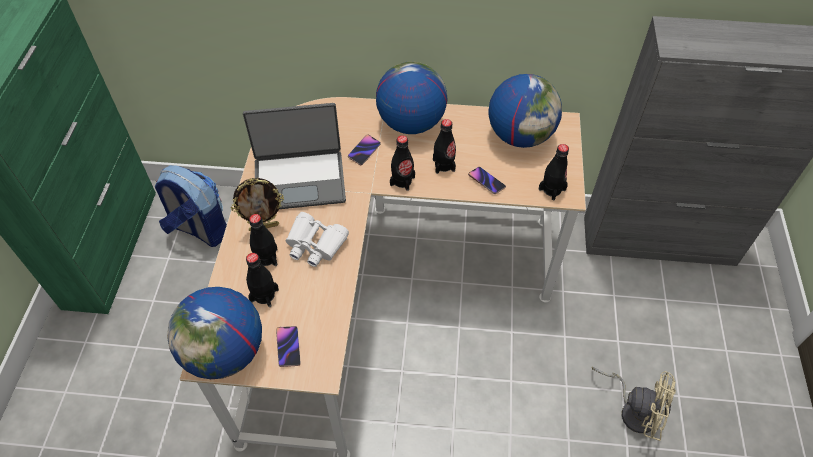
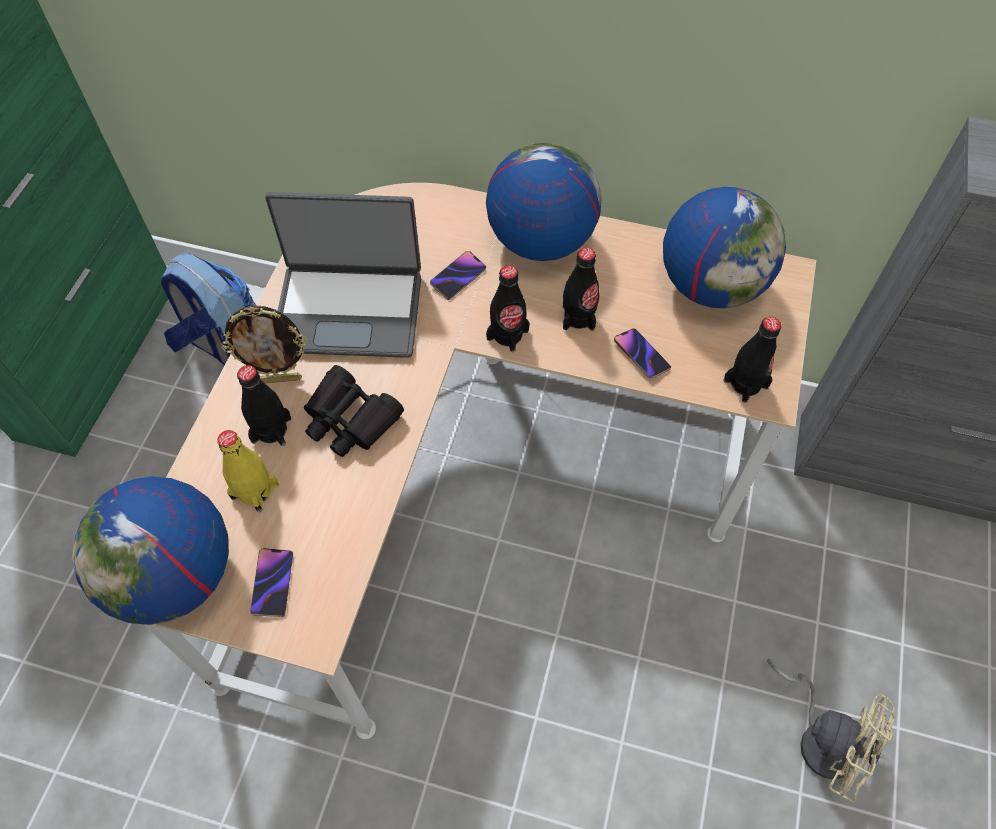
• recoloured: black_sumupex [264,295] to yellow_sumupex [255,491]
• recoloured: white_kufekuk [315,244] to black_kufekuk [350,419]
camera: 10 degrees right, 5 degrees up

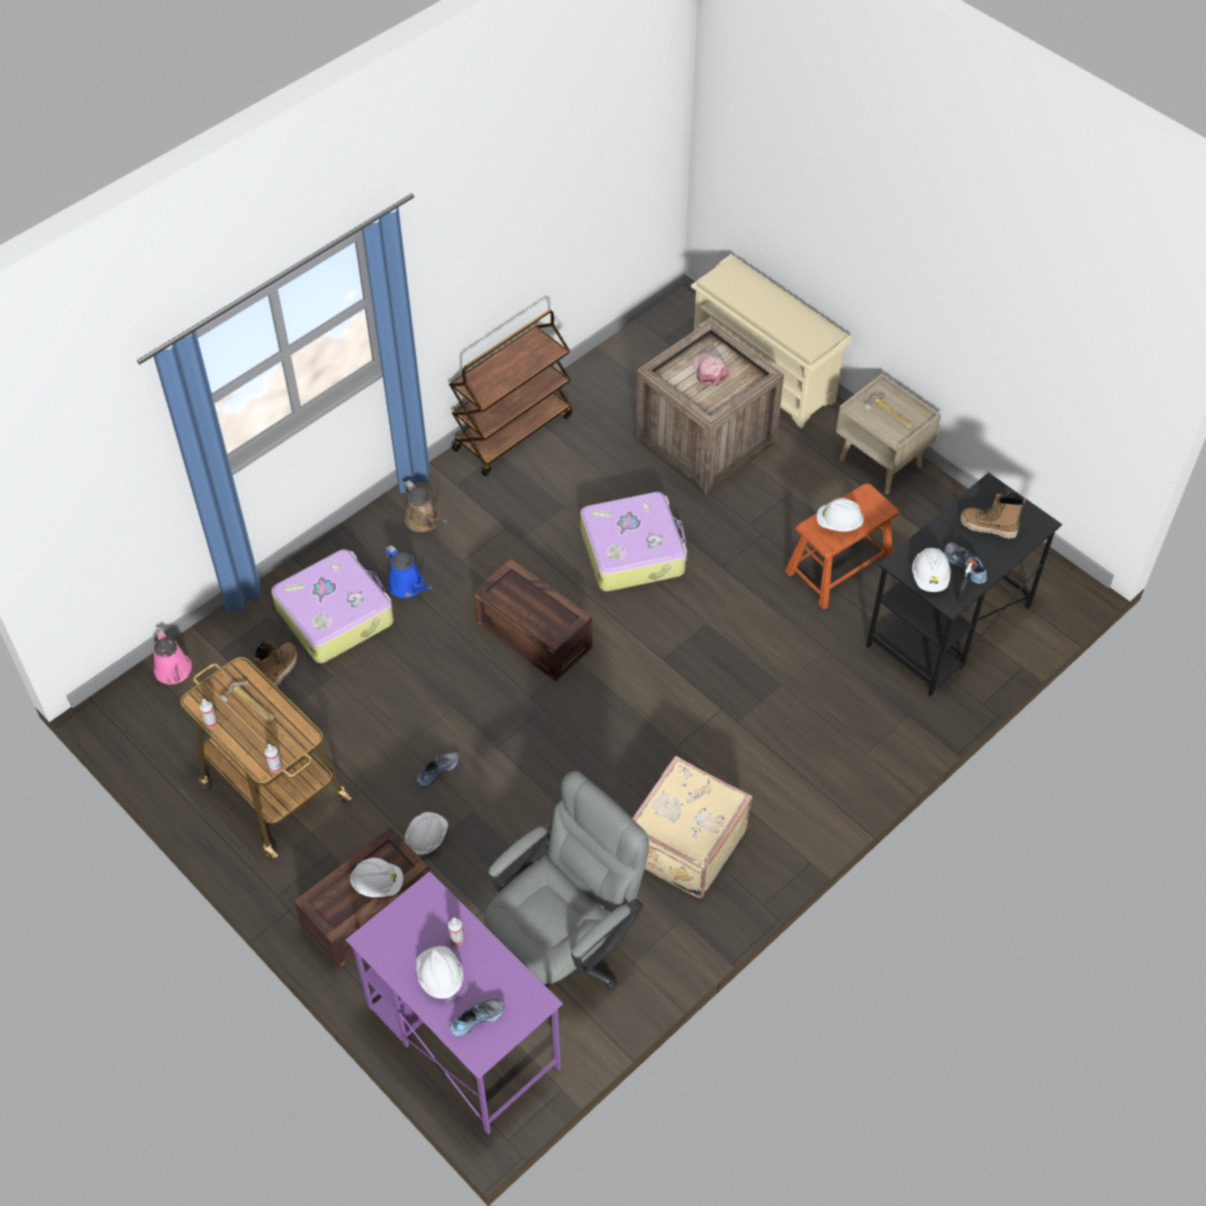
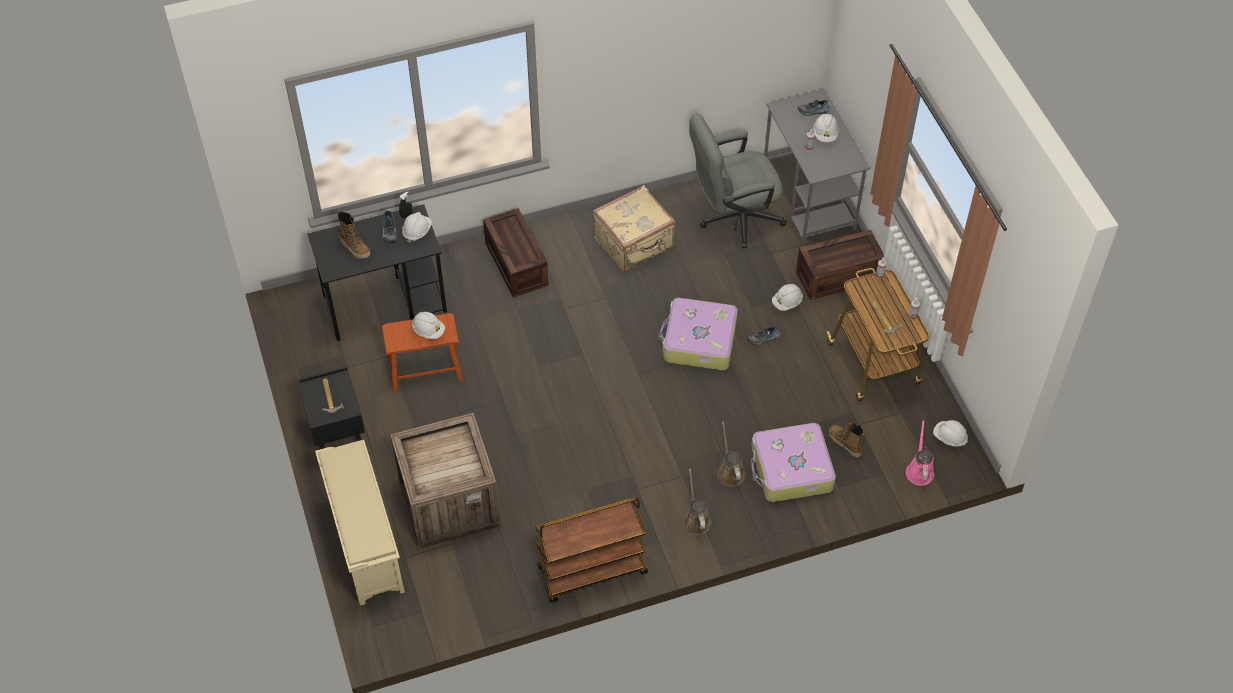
• removed: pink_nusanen [709,371]
• moved: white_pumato [377,884] to [949,438]
• moved: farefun [536,635] to [515,264]
• moved: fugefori [633,550] to [698,341]
• recoloured: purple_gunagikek [462,1036] to grey_gunagikek [809,199]
• recoloured: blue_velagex [408,586] to brown_velagex [730,471]
• recoloured: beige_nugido [881,463] to black_nugido [336,432]
• turned: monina [279,670] = [844,443] 90 degrees clockwise
camera: 155 degrees left, 0 degrees up

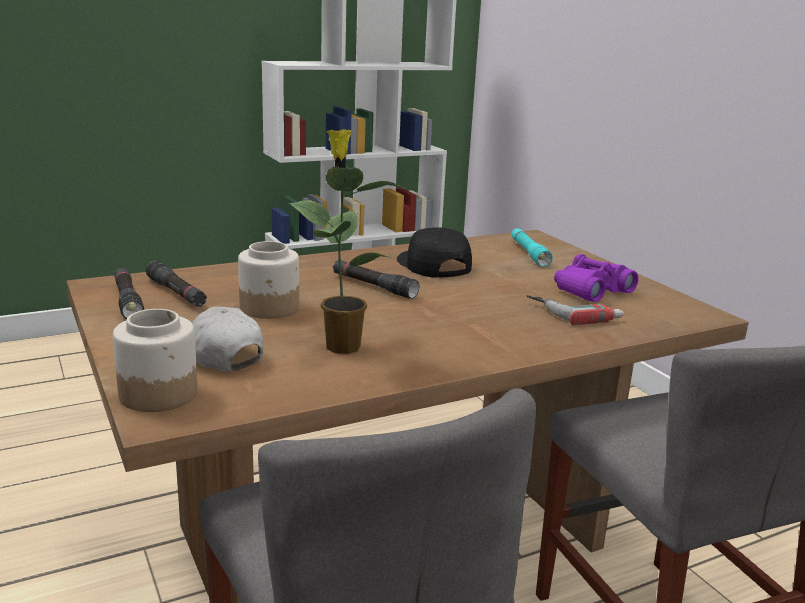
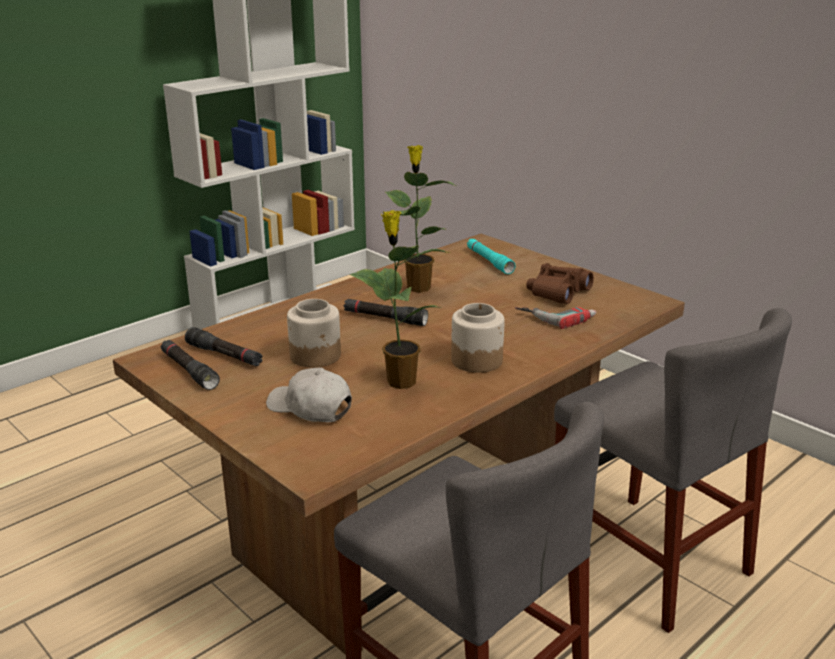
• moved: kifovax [159,394] to [476,360]
• replaced: black_nusanen [432,264] to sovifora [418,287]
• recoloured: purple_kufekuk [591,290] to brown_kufekuk [558,292]
camera: 15 degrees left, 5 degrees up

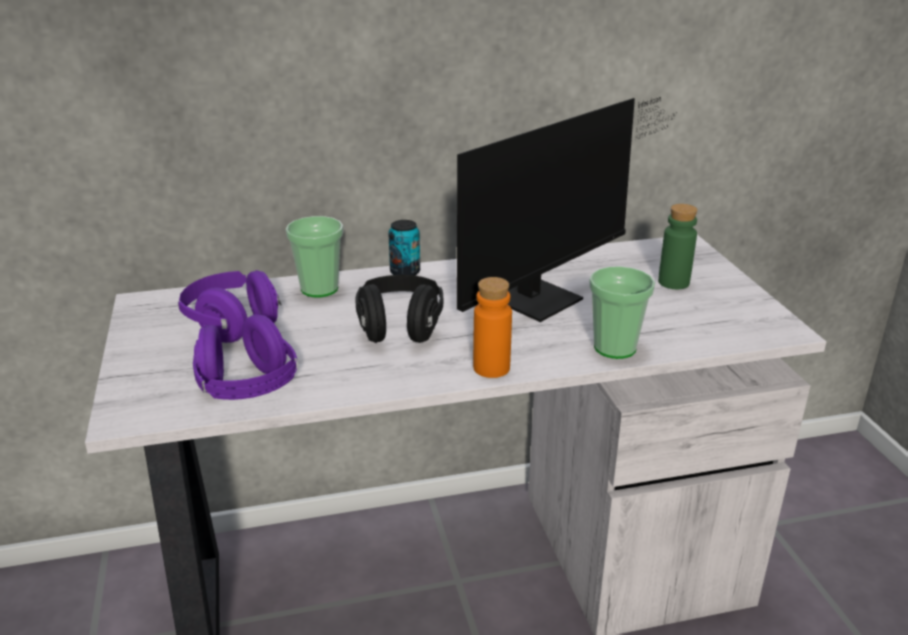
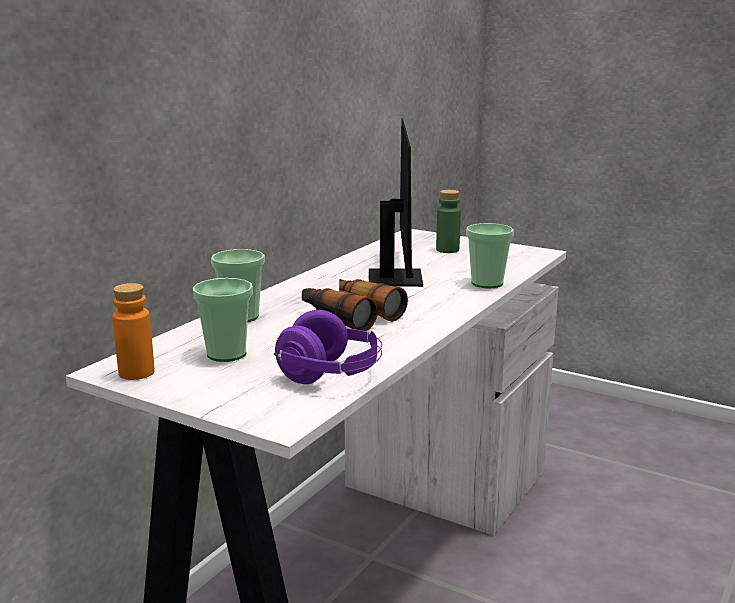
• removed: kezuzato [405,272]
• moved: orange_sumupex [491,368] to [136,373]
• replaced: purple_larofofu [232,324] to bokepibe [226,354]
• replaced: black_larofofu [400,328] to kufekuk [350,315]
camera: 45 degrees left, 10 degrees down

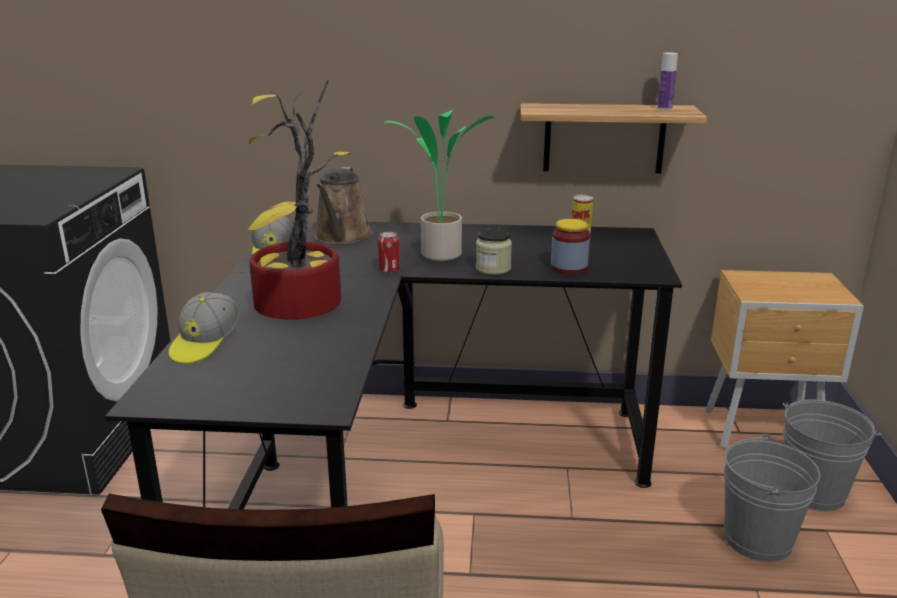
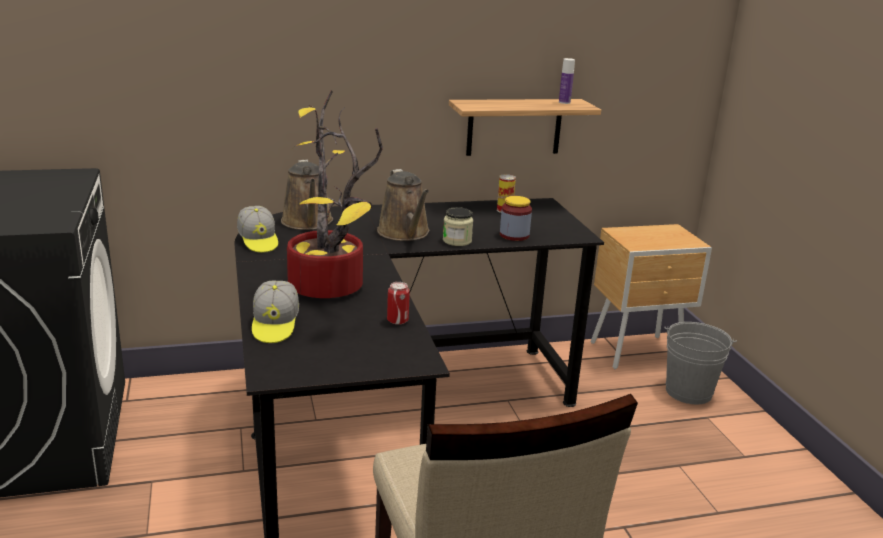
• removed: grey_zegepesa [757,539]
• moved: kezuzato [389,270] to [397,321]
• replaced: sovifora [439,256] to brown_velagex [405,233]
camera: 20 degrees left, 0 degrees up

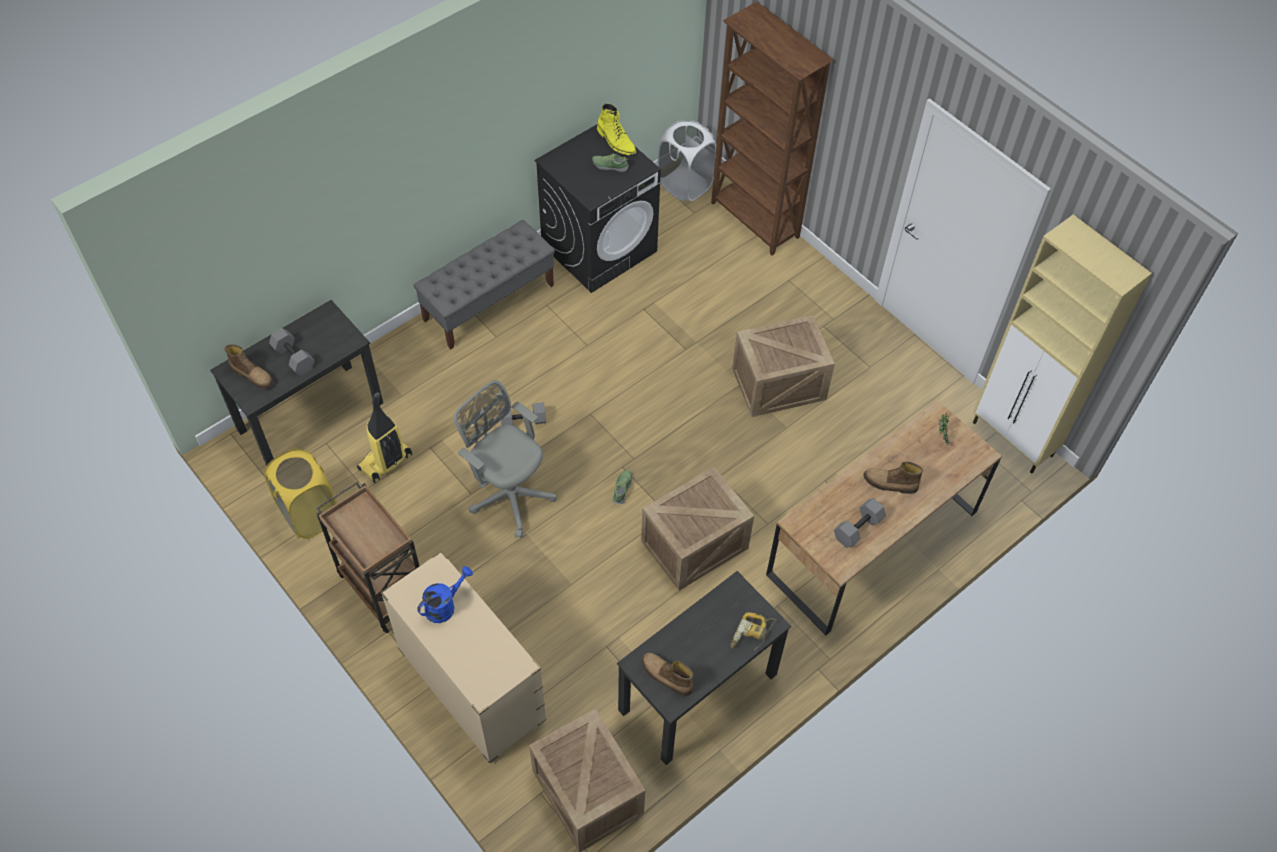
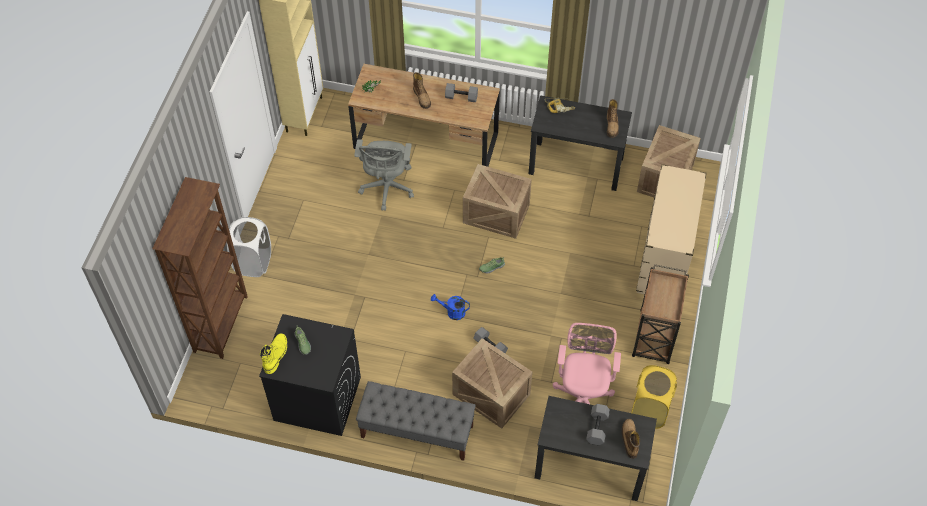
• moved: blue_velagex [444,605] to [452,312]
• moved: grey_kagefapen [508,493] to [387,189]
• moved: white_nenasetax [685,185] to [253,262]
• moved: farefun [779,383] to [490,394]
• replaced: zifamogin [385,462] to pink_kagefapen [582,397]
camera: 125 degrees left, 0 degrees up

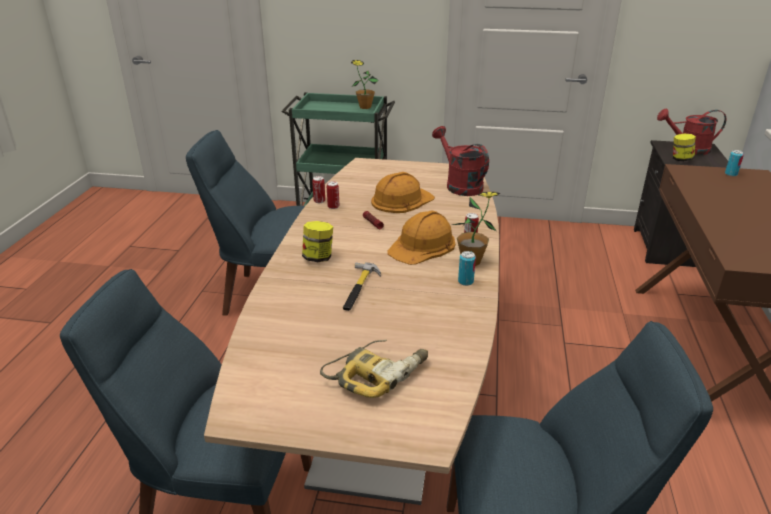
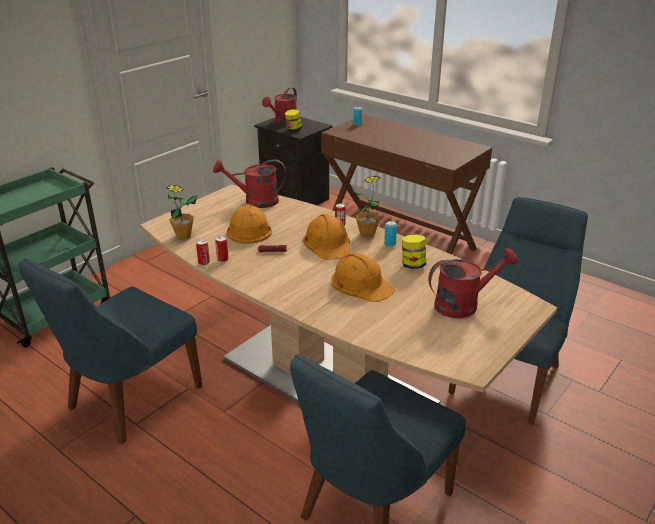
• moved: kifovax [318,258] to [412,265]
• moved: sovifora [365,107] to [183,236]
• replaced: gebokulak [377,373] to red_velagex [463,304]
• replaced: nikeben [359,288] to orange_pumato [361,283]
camera: 60 degrees left, 0 degrees up

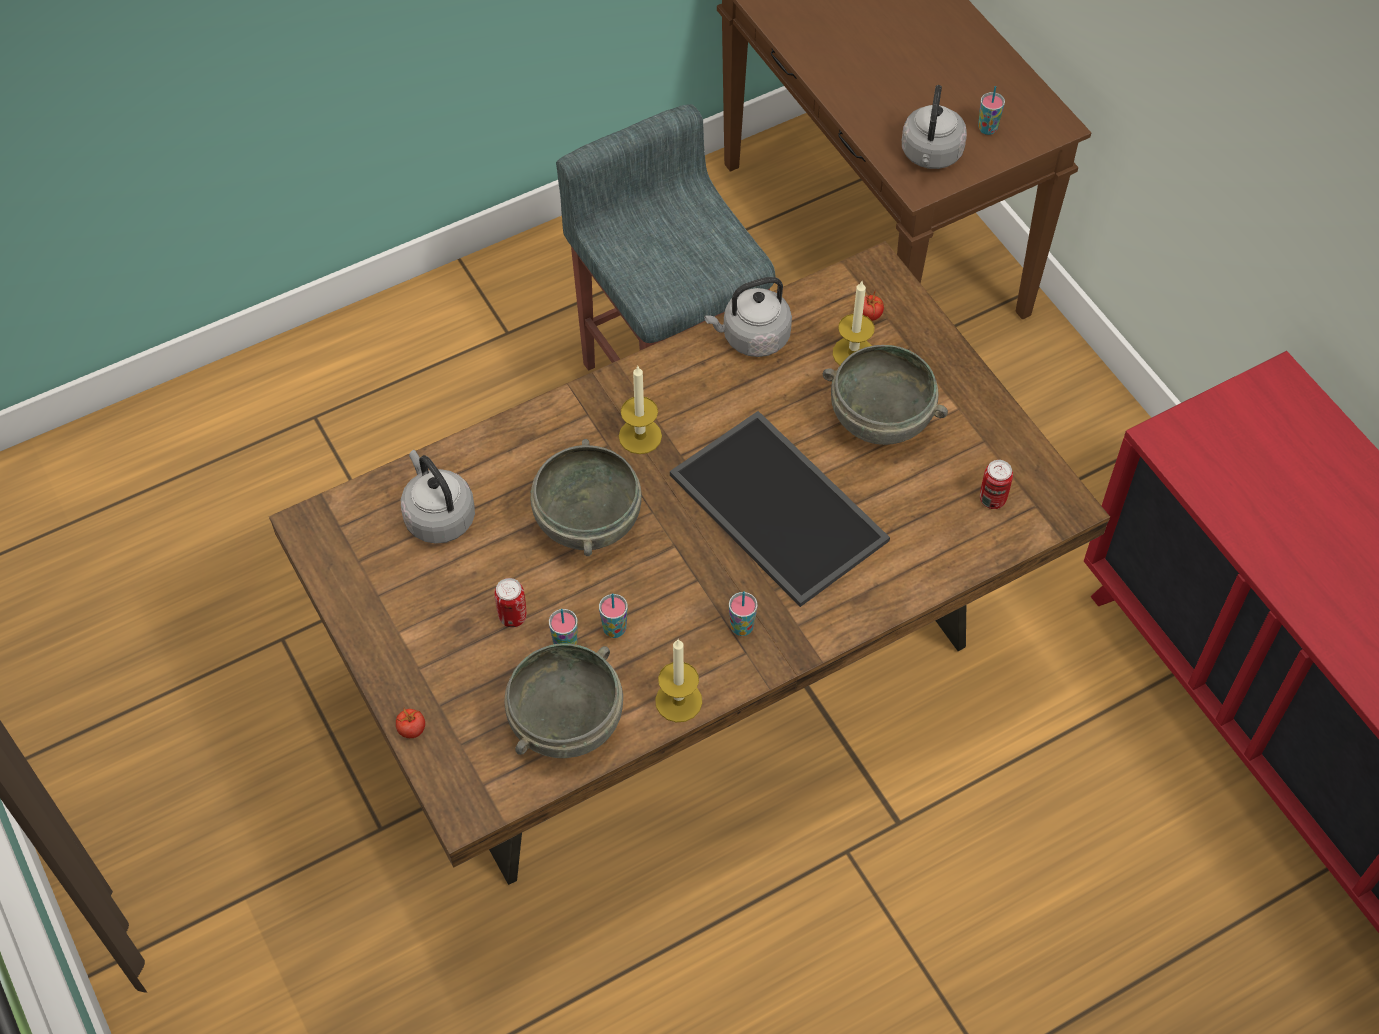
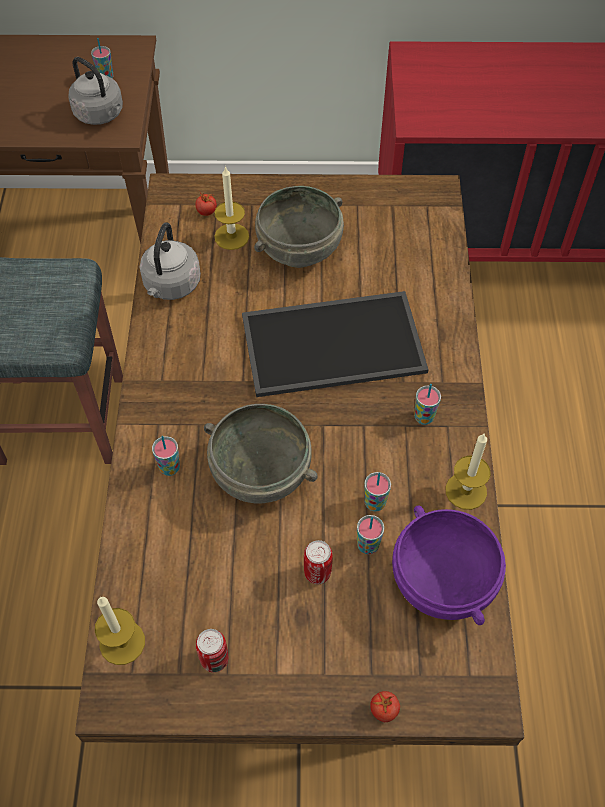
• removed: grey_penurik [438,516]
• added: bokepibe [169,468]
• moved: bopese [640,436] to [122,642]
• moved: kezuzato [992,499] to [214,659]
• recoloured: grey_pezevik [567,723] to purple_pezevik [444,580]
camera: 60 degrees left, 0 degrees up

